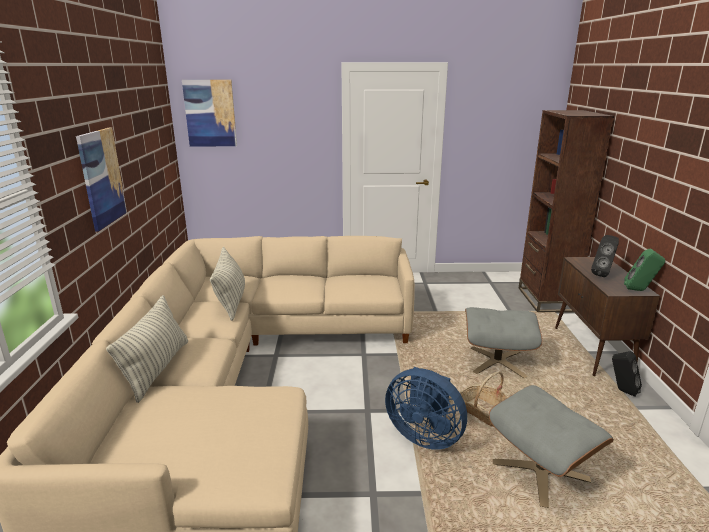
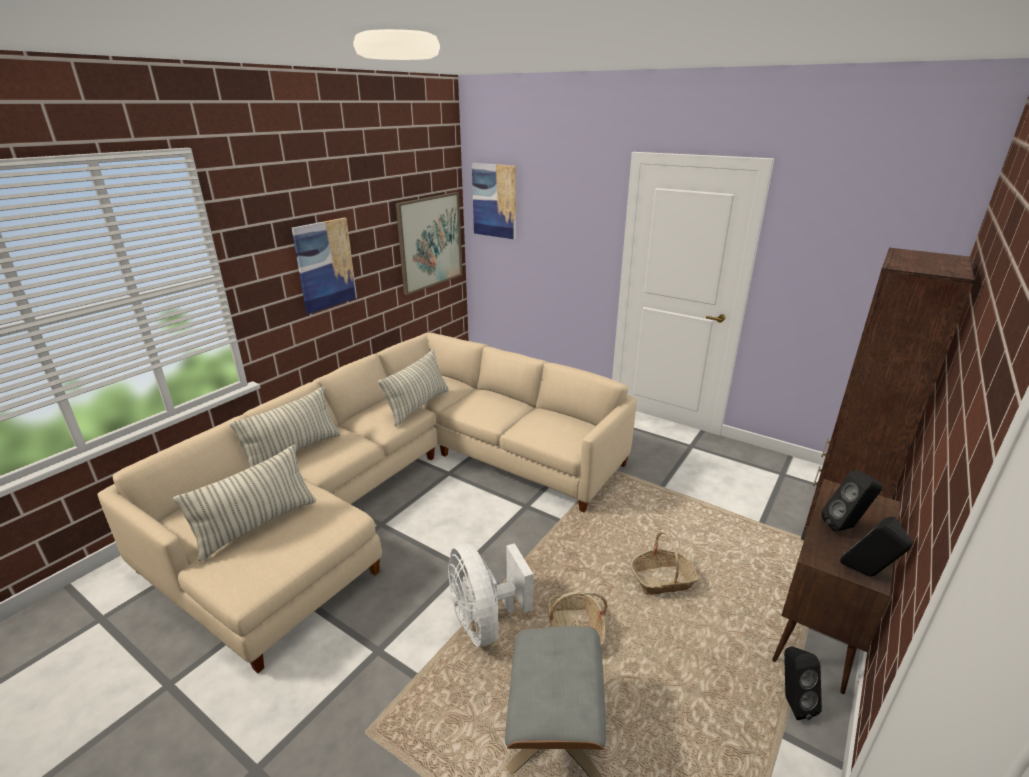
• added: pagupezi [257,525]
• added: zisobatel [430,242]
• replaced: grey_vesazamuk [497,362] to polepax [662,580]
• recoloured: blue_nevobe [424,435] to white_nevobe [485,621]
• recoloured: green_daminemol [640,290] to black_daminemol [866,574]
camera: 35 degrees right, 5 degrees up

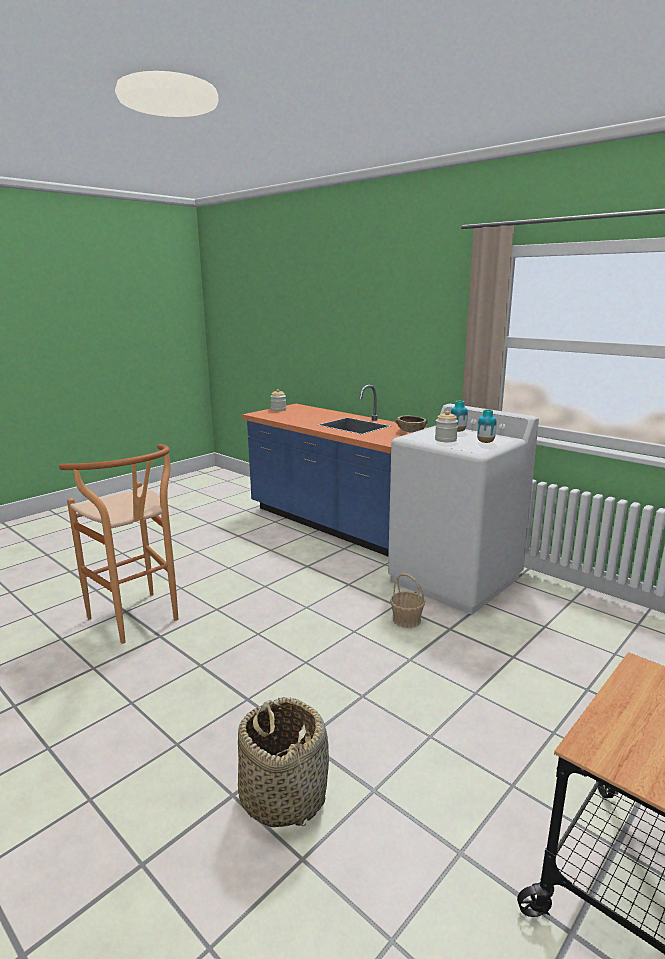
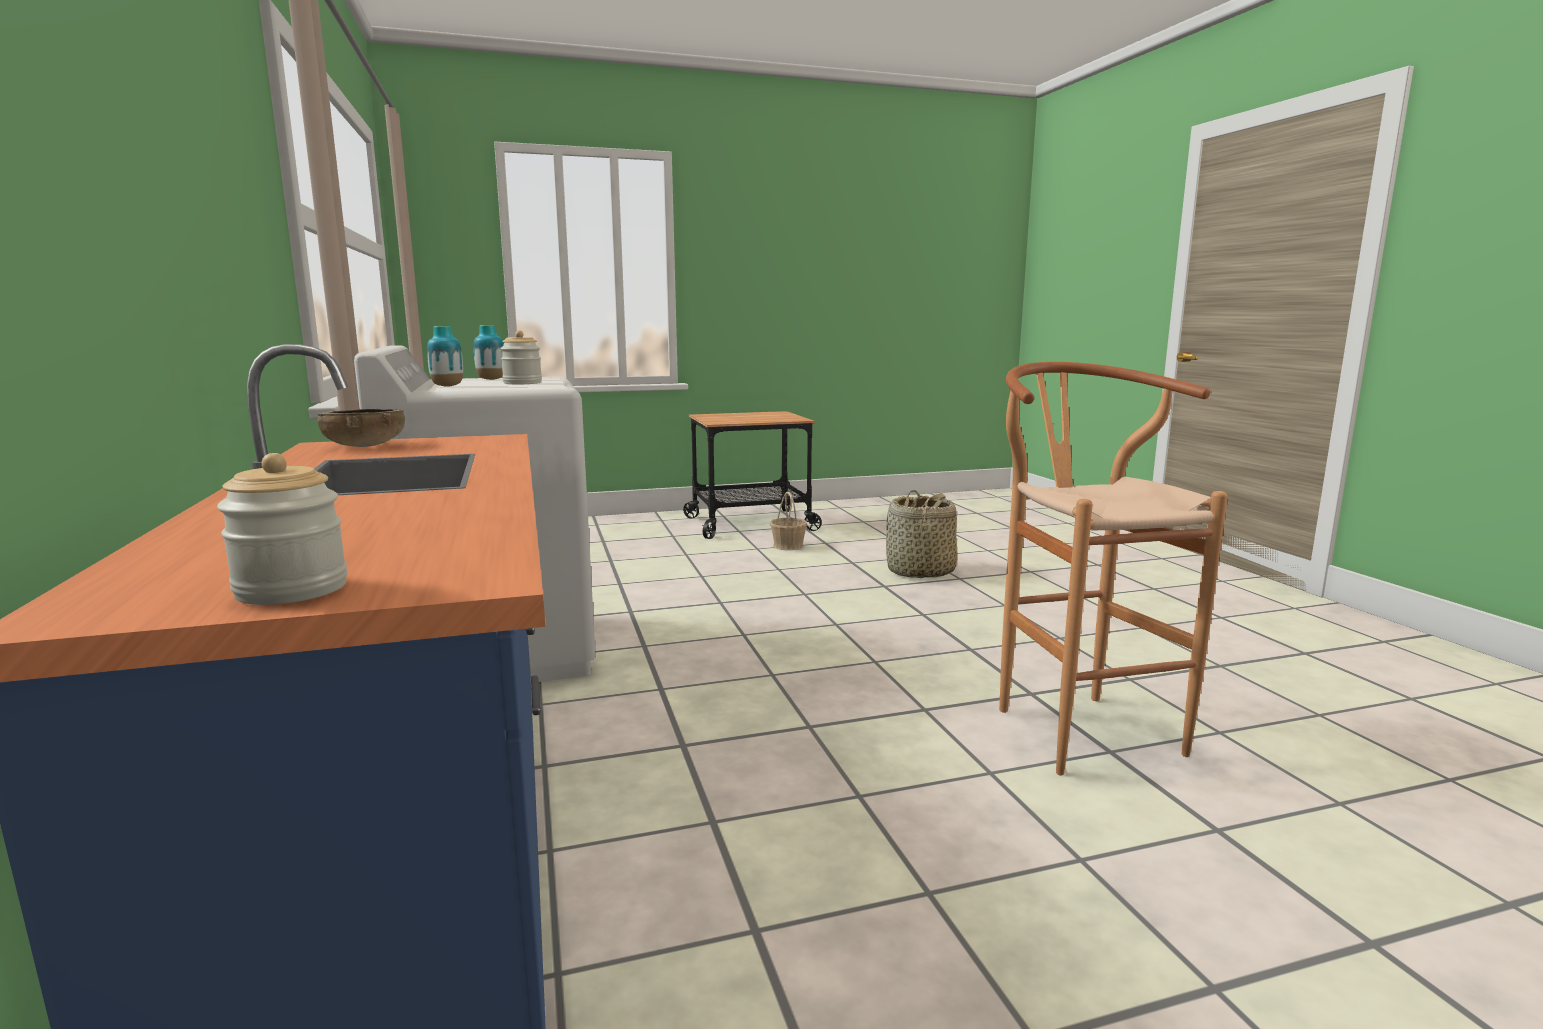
• moved: polepax [406,620] to [788,546]
camera: 150 degrees left, 5 degrees down

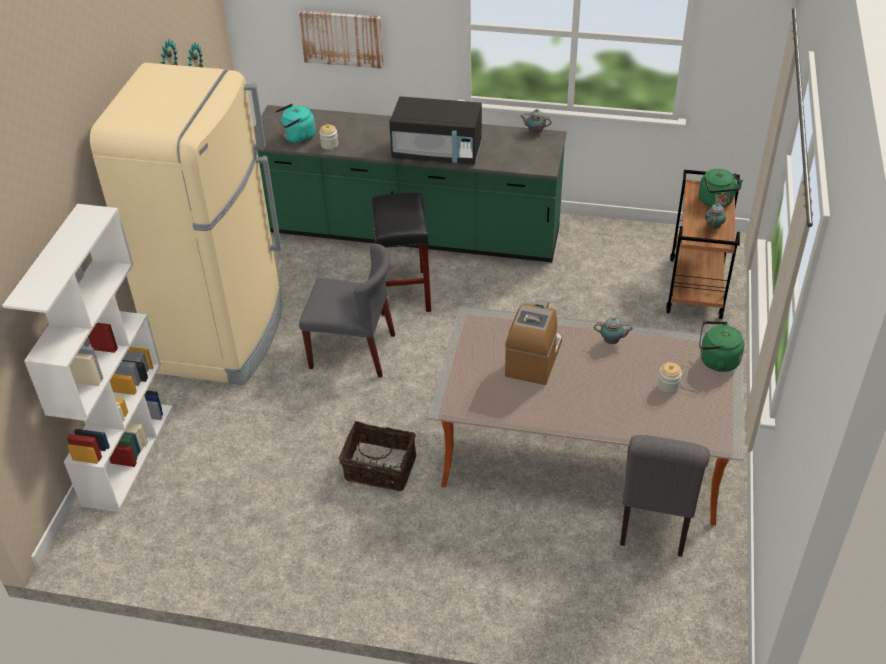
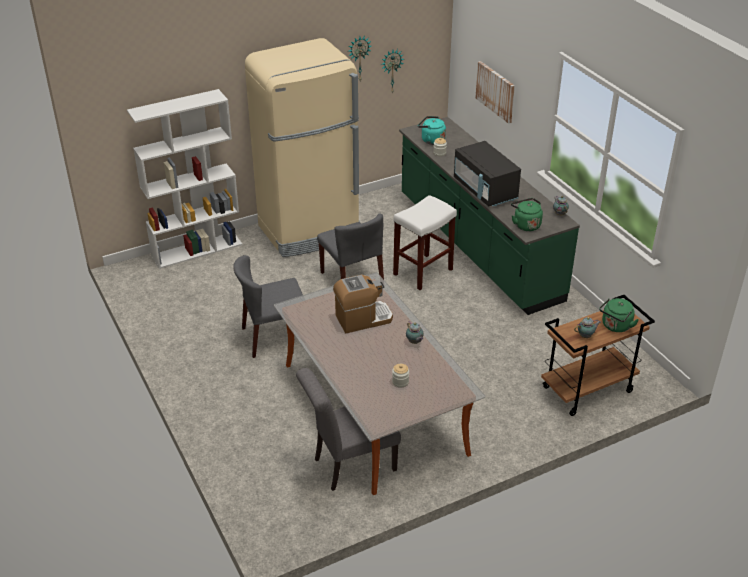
• moved: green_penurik [716,361] to [525,225]
• replaced: polepax [379,470] to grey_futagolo [274,337]
• recoloured: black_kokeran [404,293] to white_kokeran [422,272]
camera: 50 degrees right, 5 degrees down

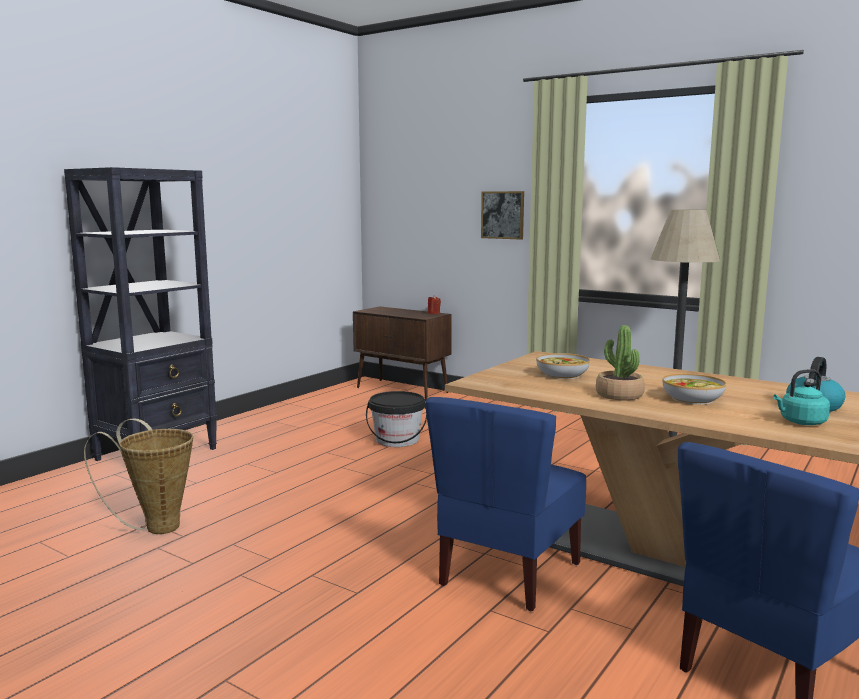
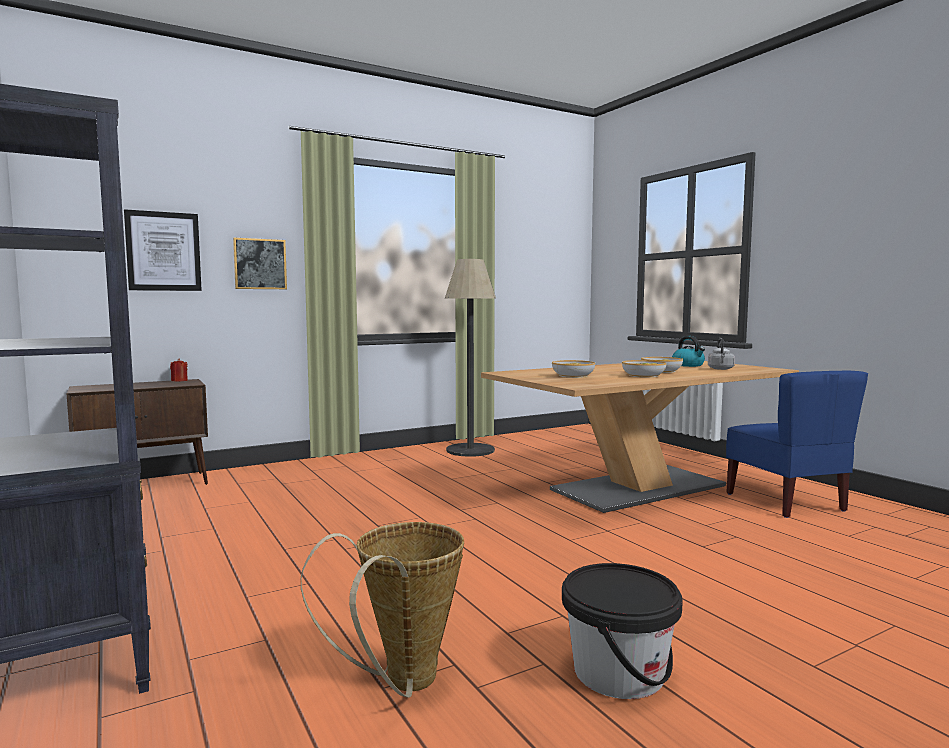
• removed: blue_futagolo [507,574]
• added: zisobatel [163,251]
• moved: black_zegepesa [397,440] to [619,672]
• replaced: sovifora [619,395] to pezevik [643,375]
• recoloured: turquoise_penurik [800,422] to grey_penurik [721,369]
camera: 65 degrees left, 5 degrees down

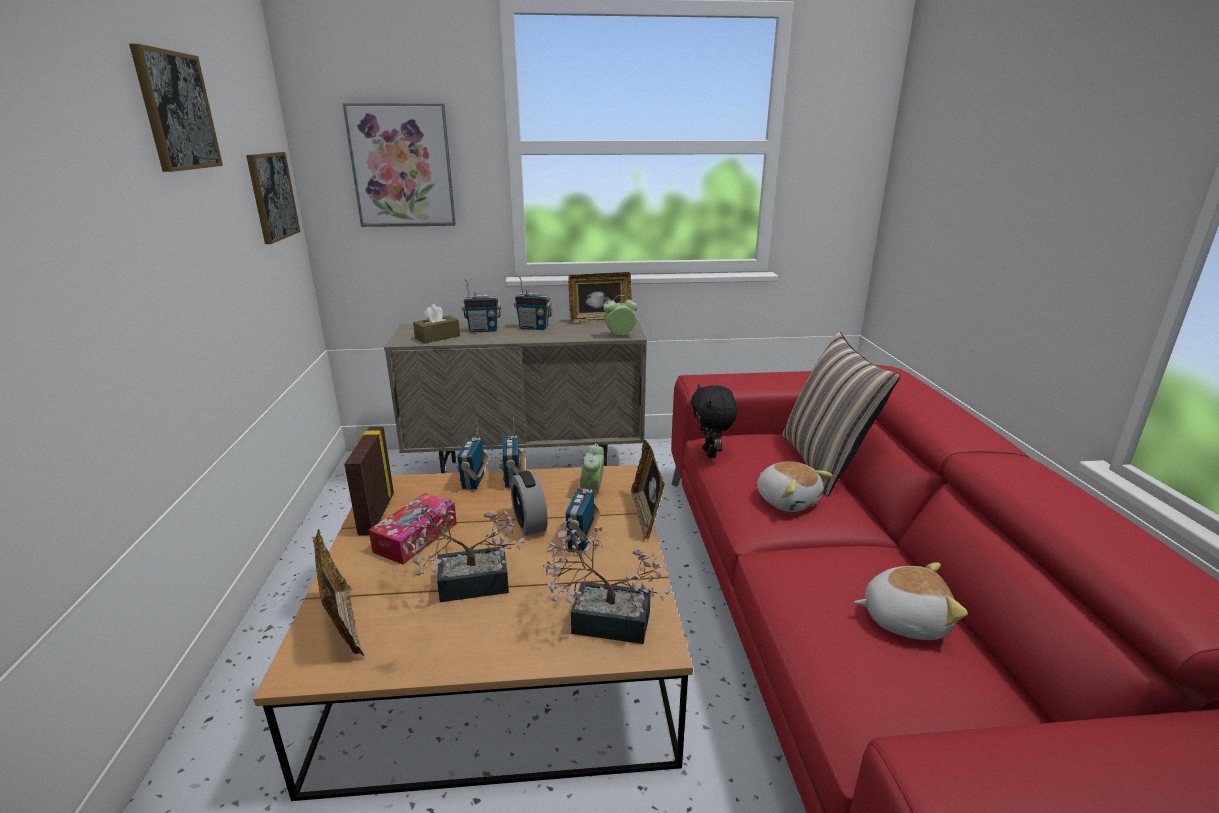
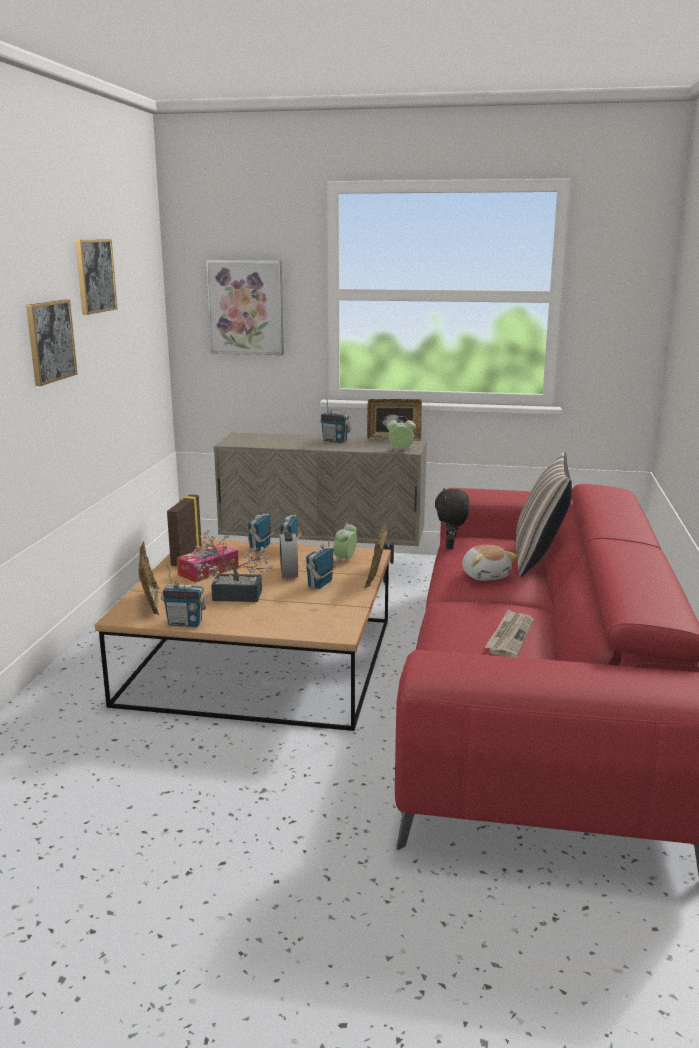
• removed: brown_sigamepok [437,337]
• removed: sovifora [601,620]
• moved: zisobatel [272,196] to [50,341]
• moved: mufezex [483,330] to [185,623]
• replaced: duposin [903,619] to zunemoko [509,636]
camera: 15 degrees right, 5 degrees down

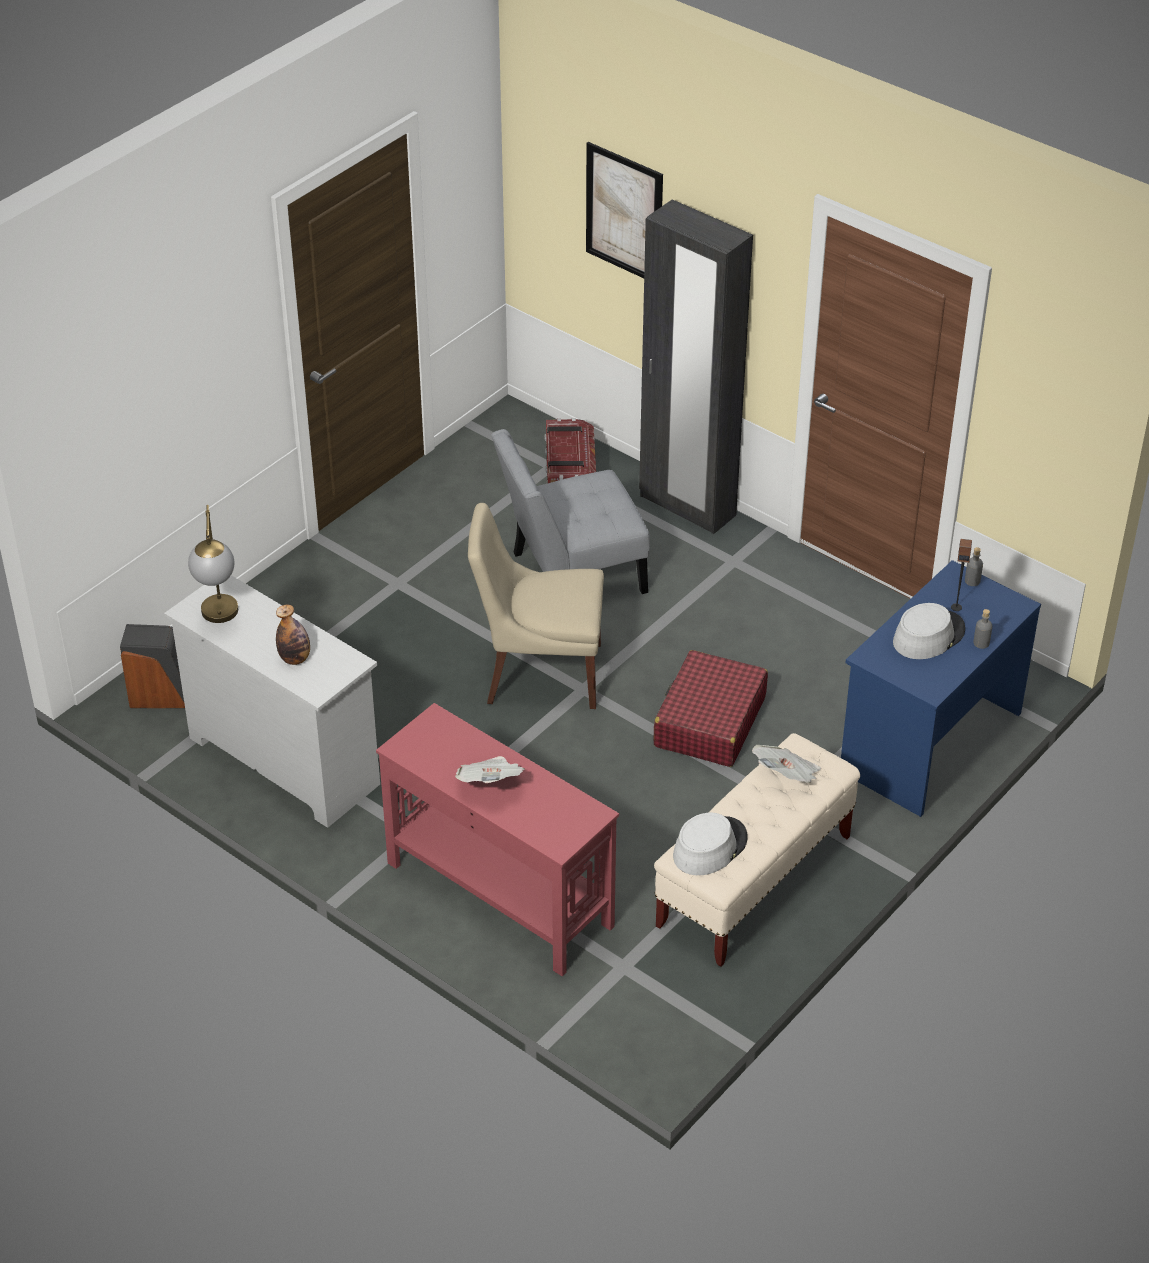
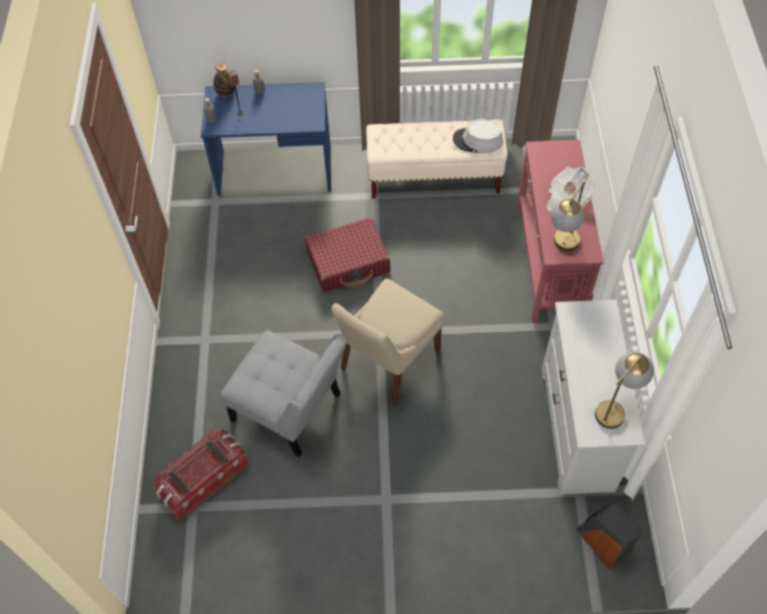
• removed: zisobatel [624,213]
• removed: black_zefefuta [687,506]
• removed: zunemoko [787,776]
• removed: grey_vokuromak [928,636]
• added: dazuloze [562,247]
• moved: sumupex [295,658] to [226,93]
• turned: beige_futagolo [539,673] = [388,362] 75 degrees clockwise
camera: 130 degrees left, 15 degrees up

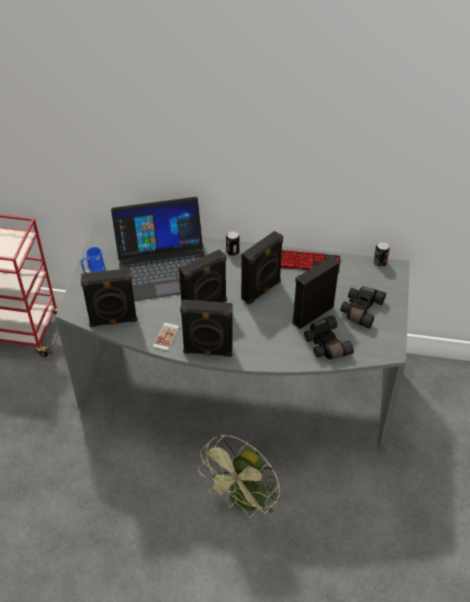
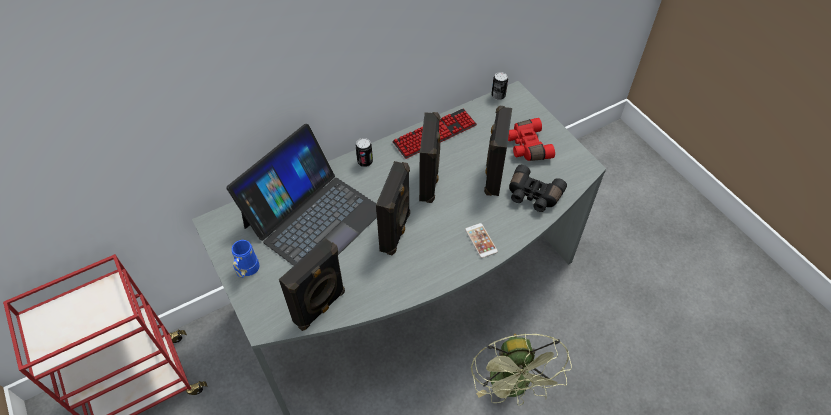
• removed: black_daminemol [208,351]
• moved: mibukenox [166,337] to [481,240]
• recoloured: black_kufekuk [360,310] to red_kufekuk [527,146]
camera: 40 degrees left, 5 degrees up

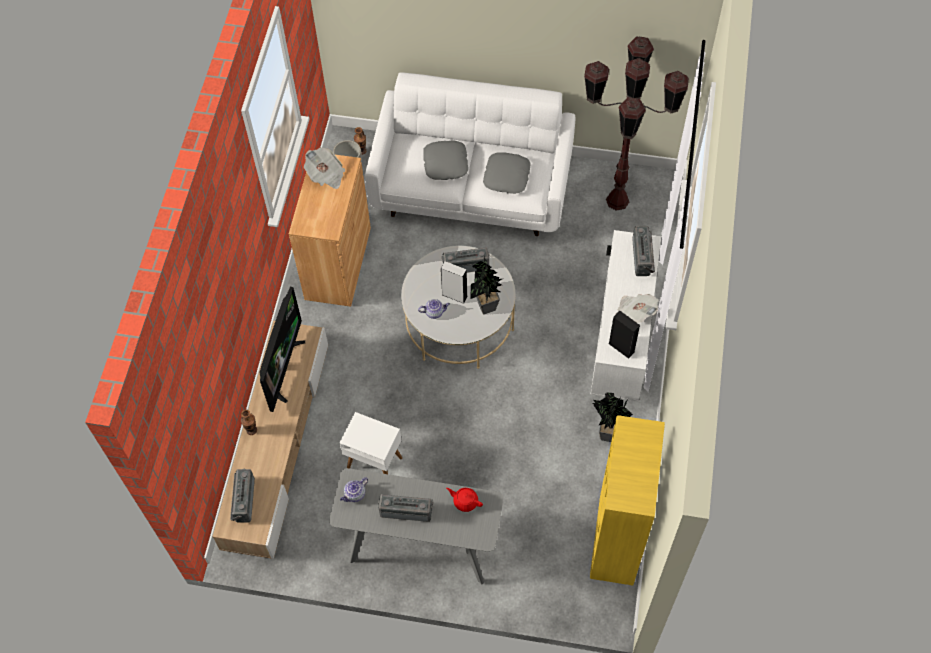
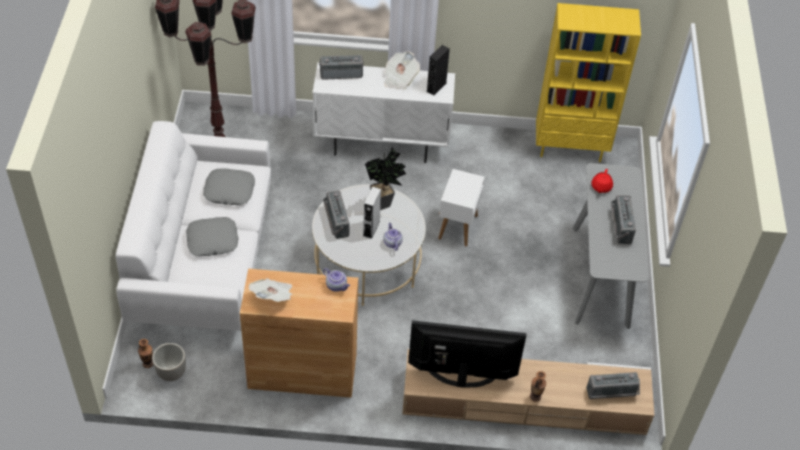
• removed: sovifora [605,433]
• moved: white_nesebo [374,462] to [458,227]
• moved: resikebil [355,494] to [337,285]
camera: 100 degrees left, 10 degrees down

